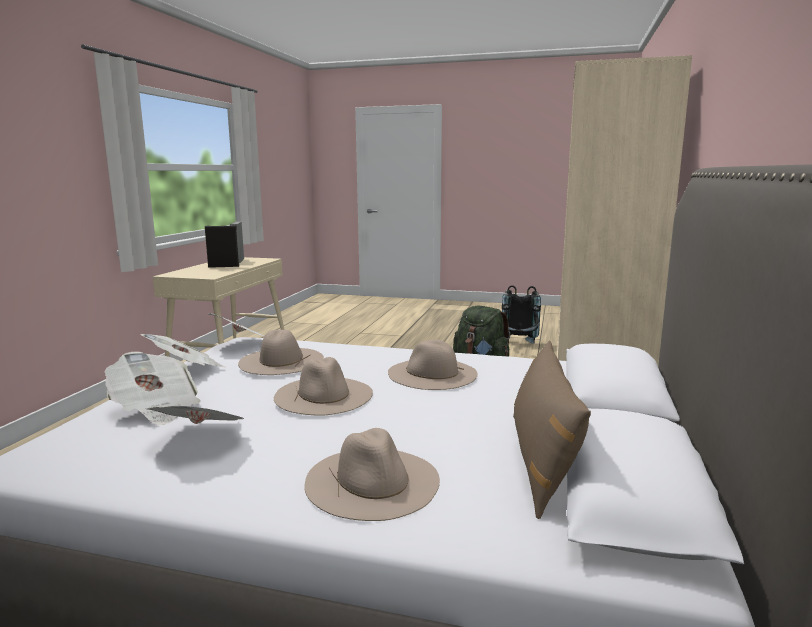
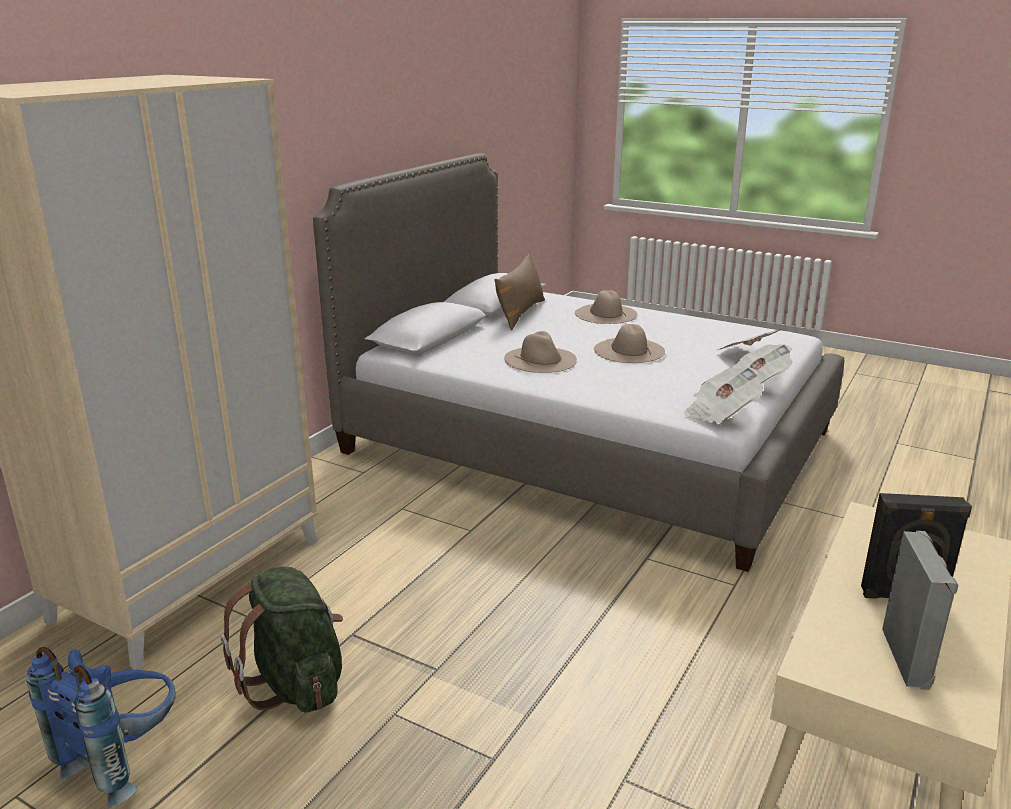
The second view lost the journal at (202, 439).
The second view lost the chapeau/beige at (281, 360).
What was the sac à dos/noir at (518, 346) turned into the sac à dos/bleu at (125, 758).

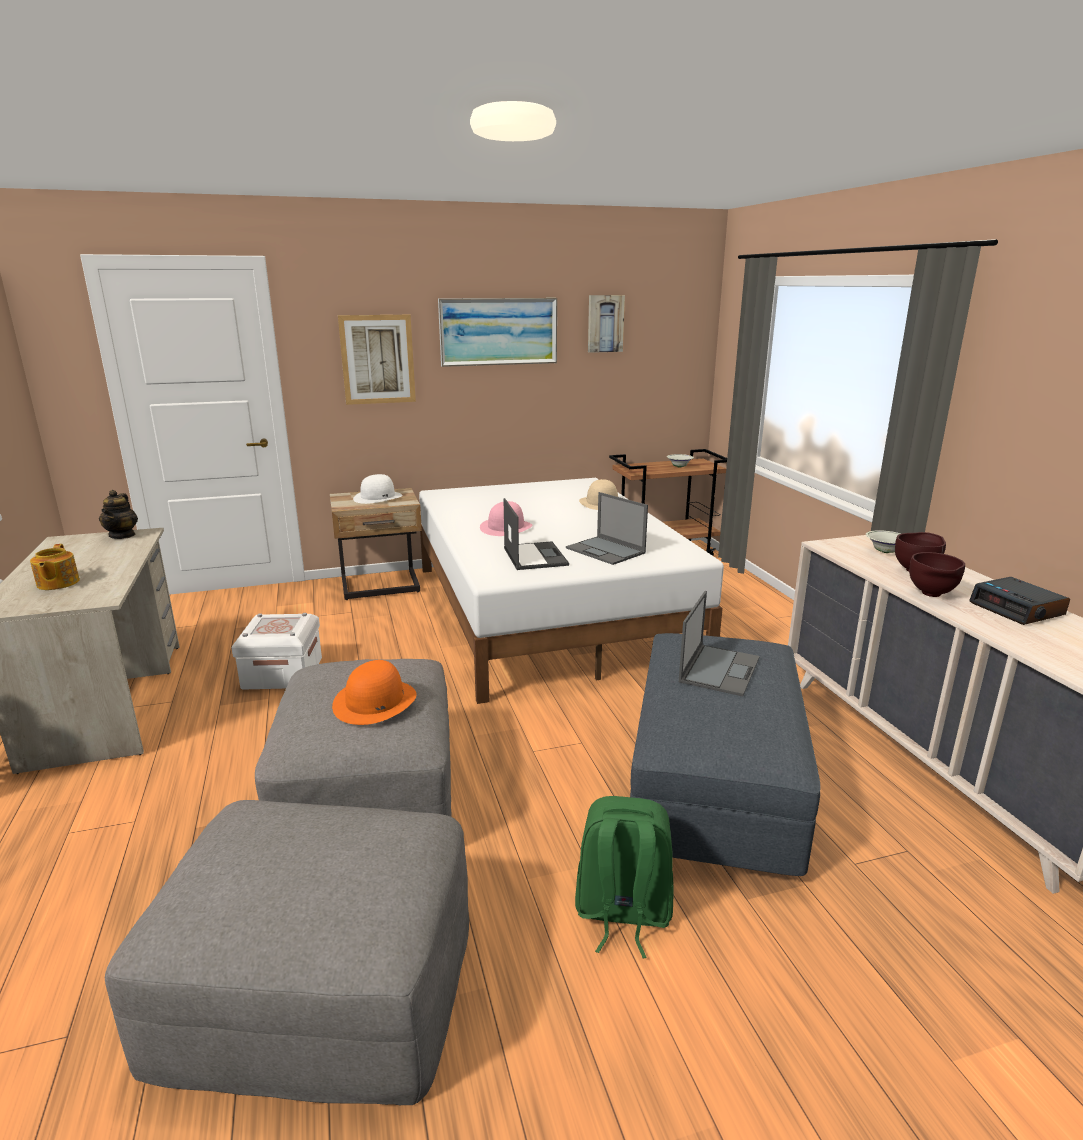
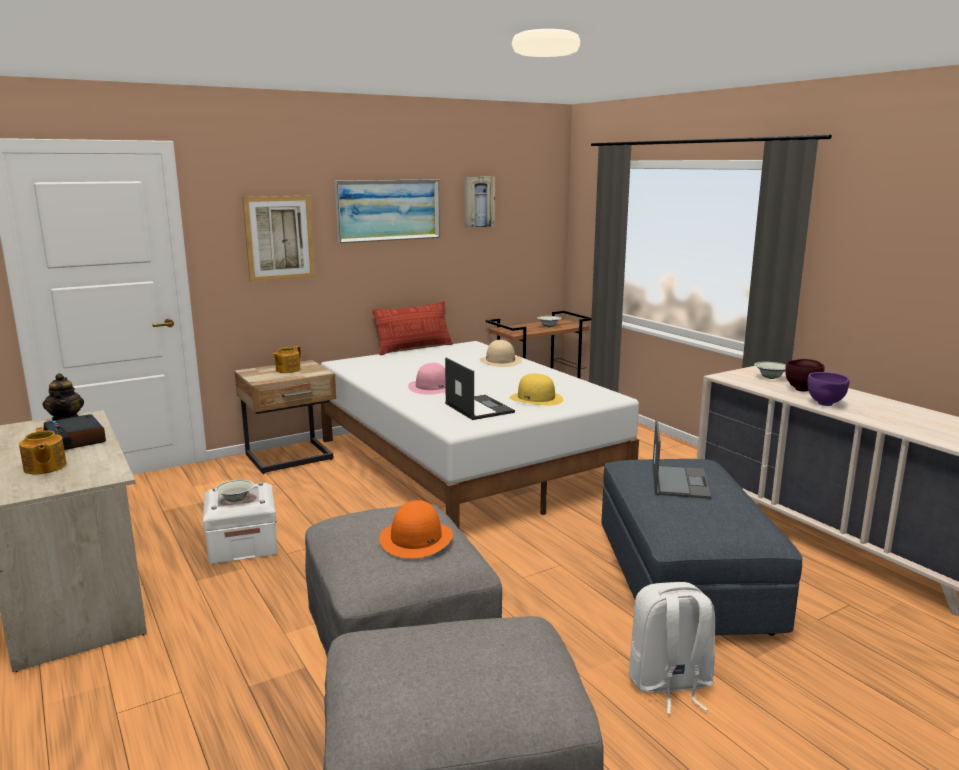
Where the chapeau/blanc stood at (378, 497), the théière came to stand at (287, 370).
Where the ordinateur portable stood at (606, 551), the chapeau/jaune came to stand at (536, 398).
What was the sac à dos/vert at (622, 914) turned into the sac à dos/blanc at (669, 684).
What was the bol/marron at (931, 595) turned into the bol/violet at (826, 404).
The réveil ended up elsewhere, having gone from (1017, 609) to (75, 440).
The second view gained the bol/blanc at (236, 500).
The second view gained the coussin at (414, 348).

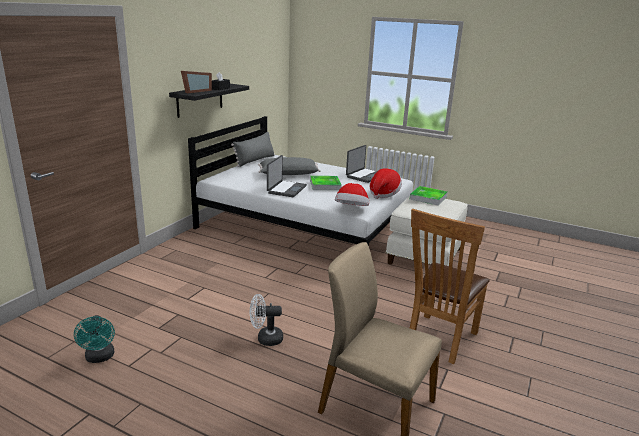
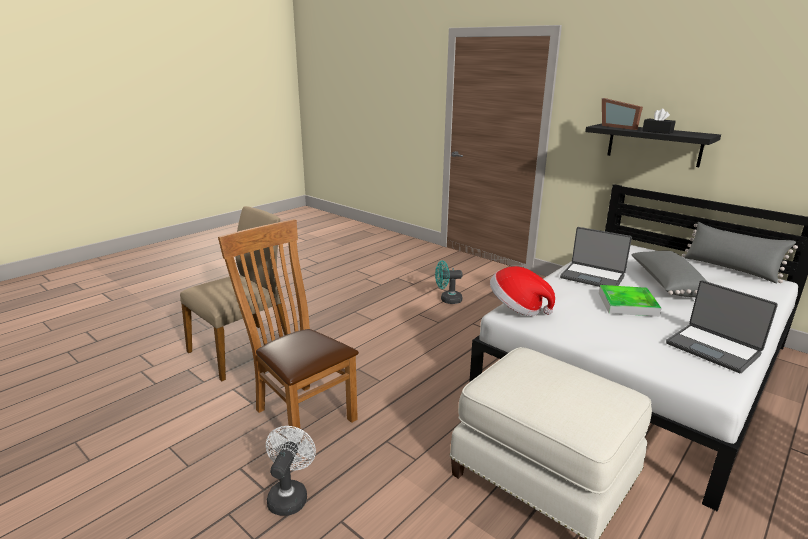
The ventilateur/turquoise ended up elsewhere, having gone from (100, 358) to (447, 300).
The ventilateur/blanc ended up elsewhere, having gone from (265, 339) to (289, 495).
The second view lost the chapeau at (384, 194).
The second view lost the plateau at (428, 198).

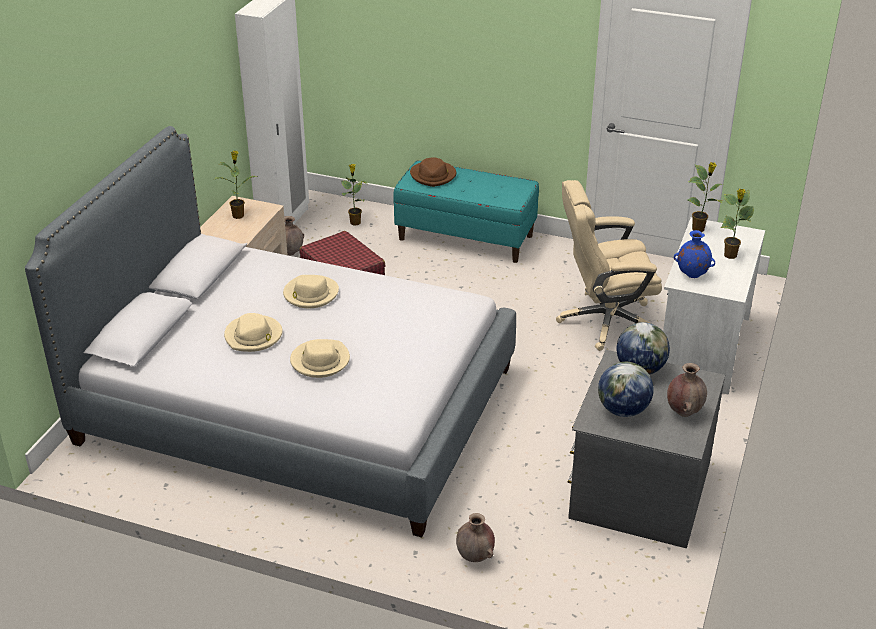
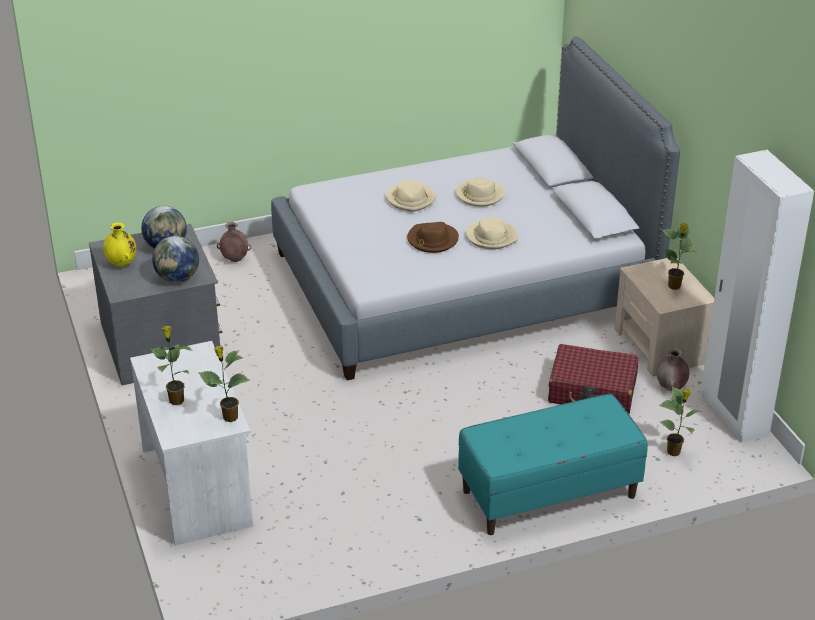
The chapeau/marron ended up elsewhere, having gone from (433, 175) to (432, 240).
The second view lost the chaise de bureau/beige at (605, 321).
What was the vase/marron at (684, 411) turned into the vase/jaune at (122, 264).
The second view lost the vase/bleu at (692, 275).

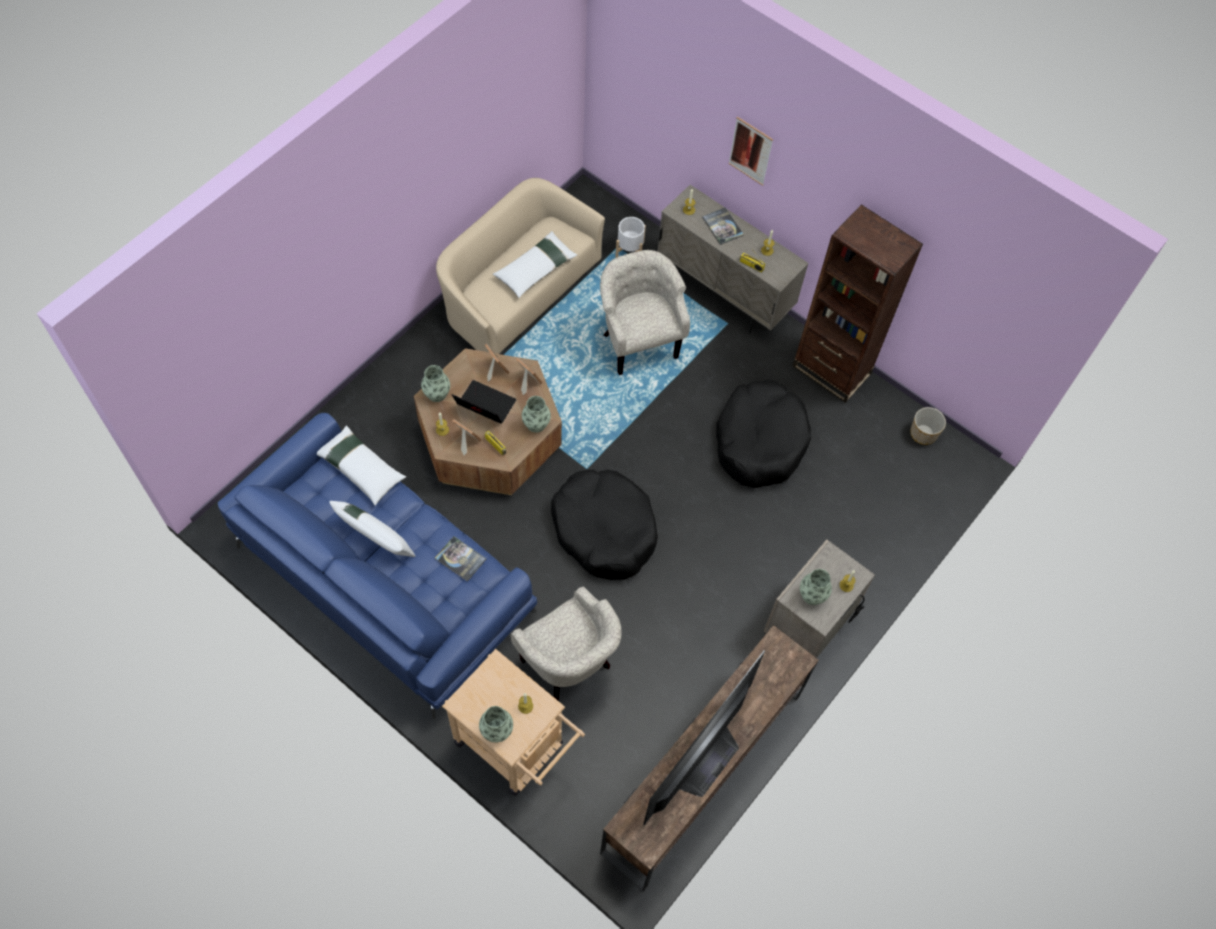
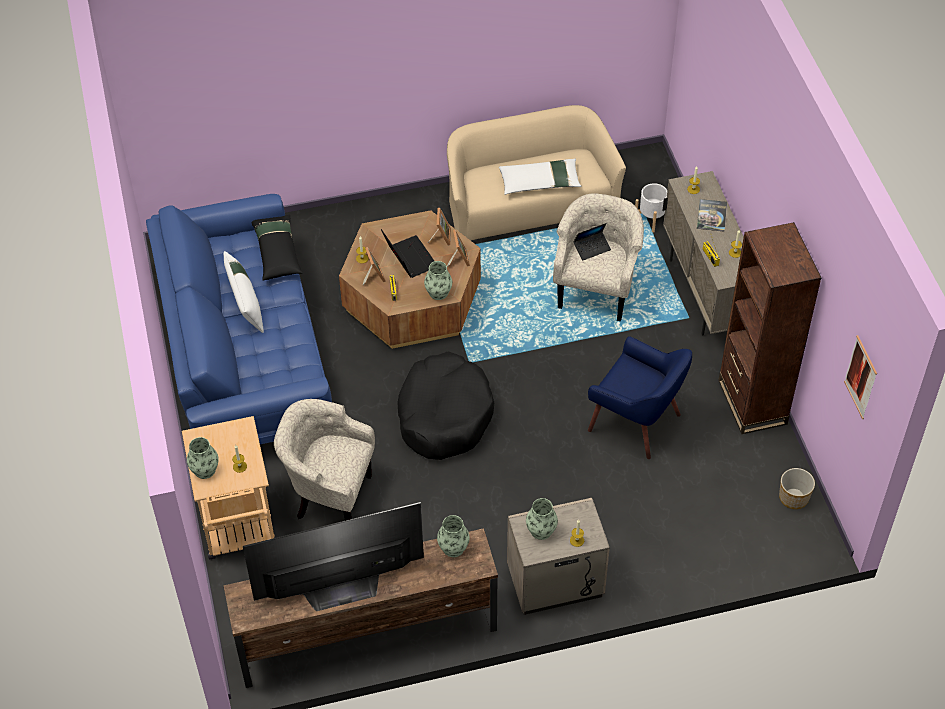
What was the coussin/blanc at (361, 469) turned into the coussin/noir at (277, 252).
The vase ended up elsewhere, having gone from (437, 393) to (453, 547).
The second view lost the livre at (460, 559).
The fauteuil/beige at (569, 667) ended up facing another way, 105 degrees clockwise from before.
Where the panier pour chien/noir stood at (760, 441), the fauteuil/bleu came to stand at (636, 422).
The tableau ended up elsewhere, having gone from (750, 151) to (861, 377).
The second view gained the ordinateur portable at (592, 248).

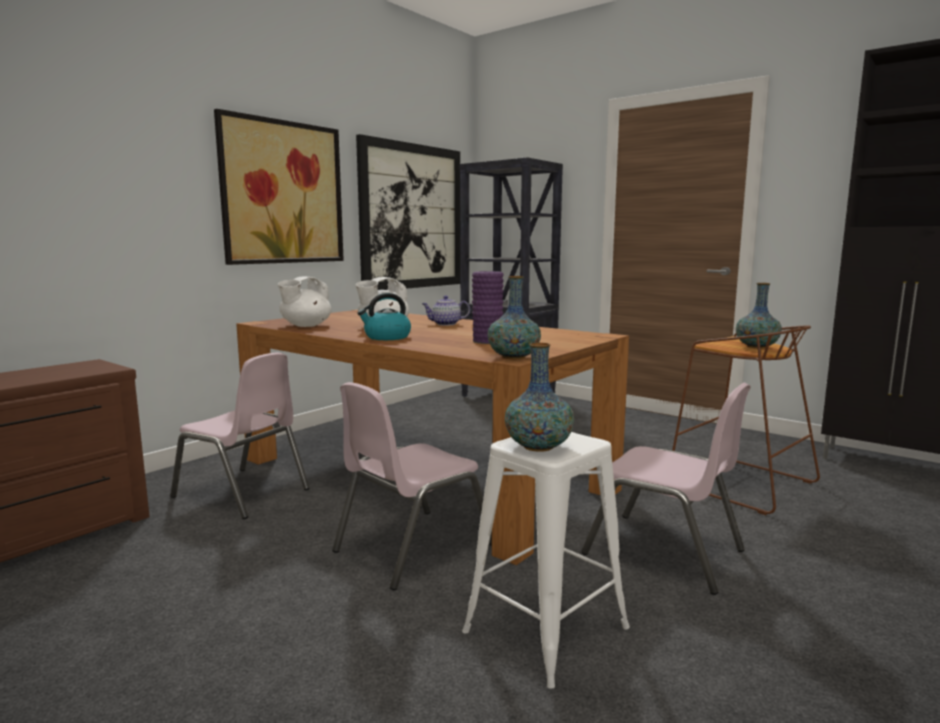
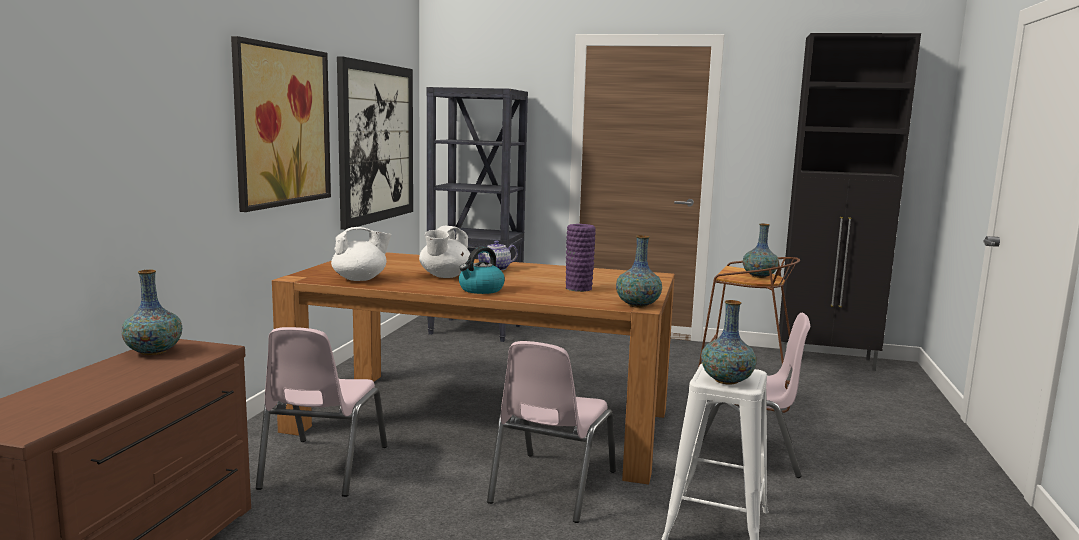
The chaise/rose at (242, 493) ended up facing another way, 90 degrees clockwise from before.
The théière/blanc at (305, 326) ended up facing another way, 120 degrees counterclockwise from before.
The second view gained the vase at (154, 352).

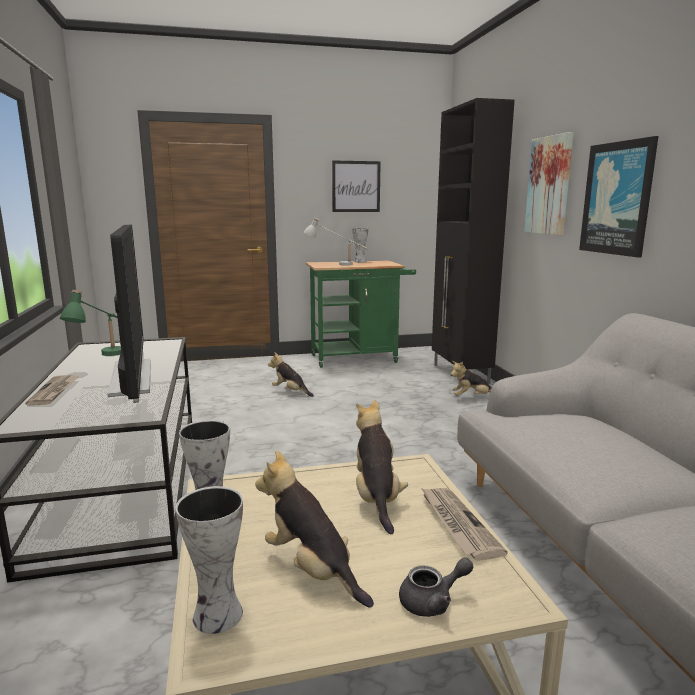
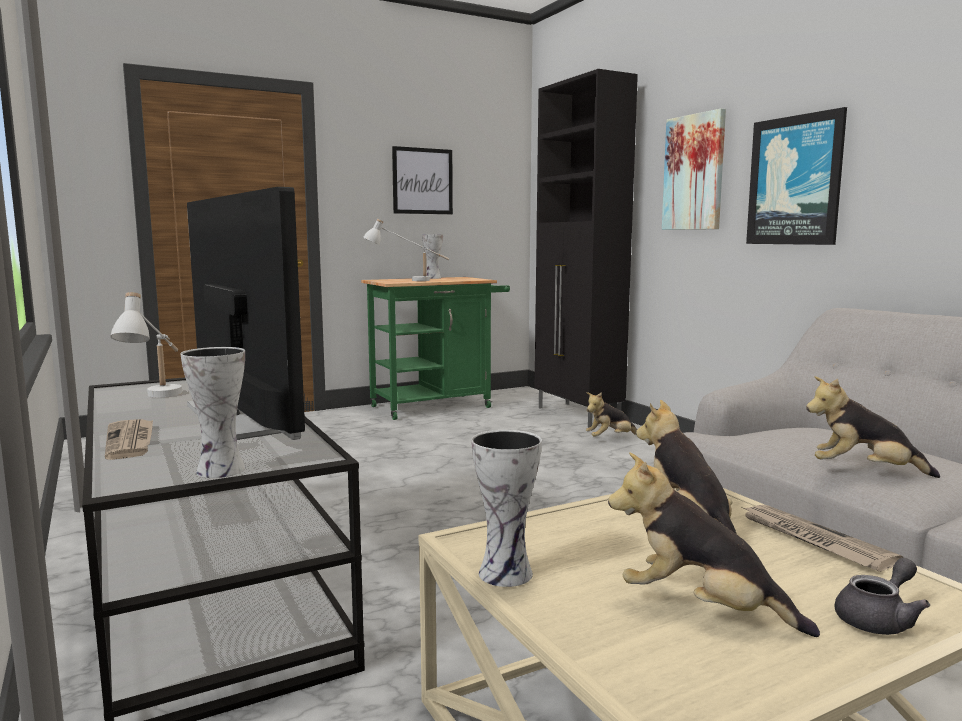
What was the lampe de table/vert at (104, 357) turned into the lampe de table/blanc at (157, 399).
The vase ended up elsewhere, having gone from (215, 615) to (218, 470).
The peluche ended up elsewhere, having gone from (290, 392) to (863, 471).

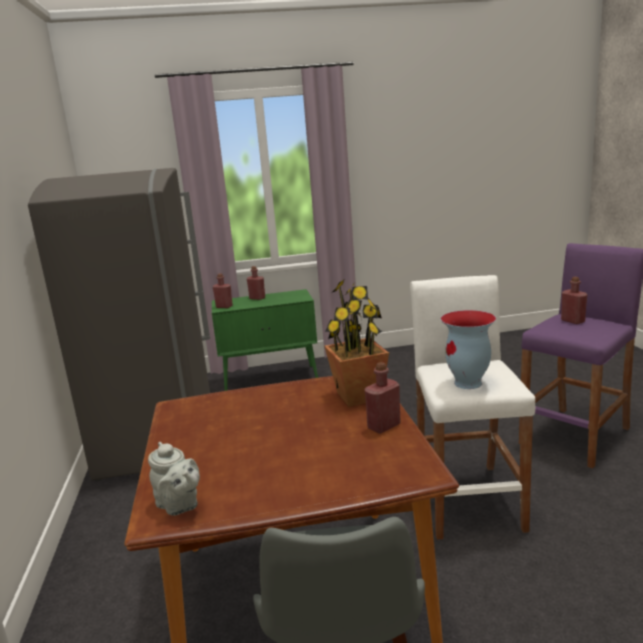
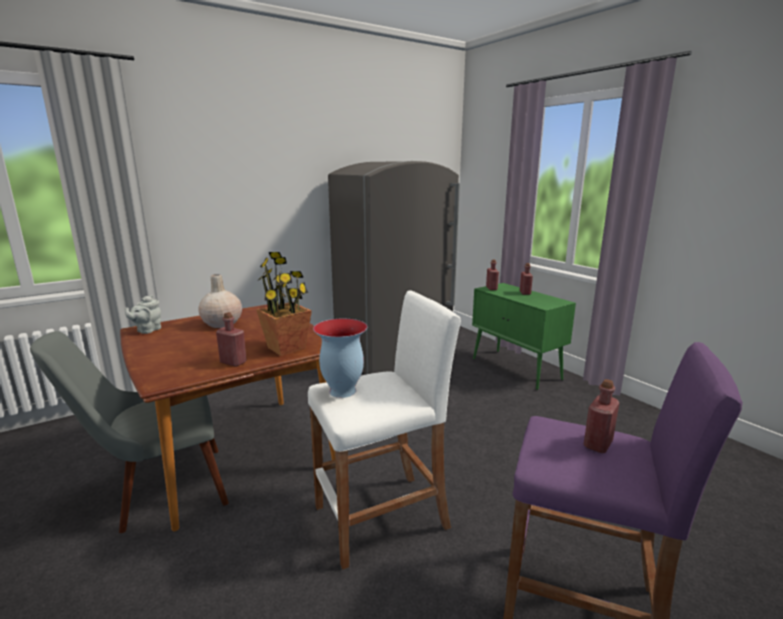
The second view gained the vase/beige at (222, 324).

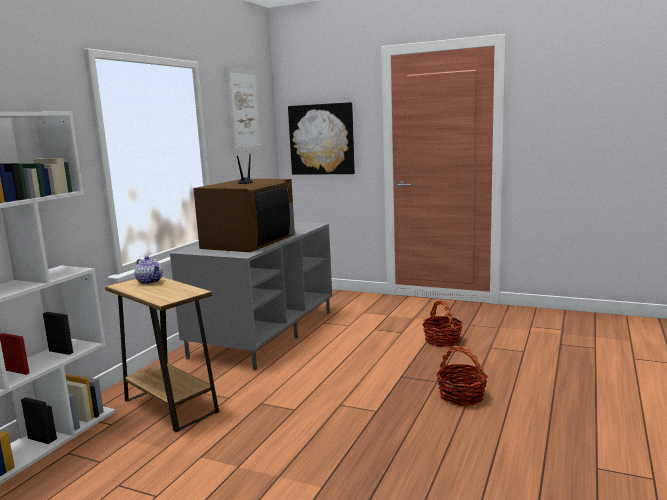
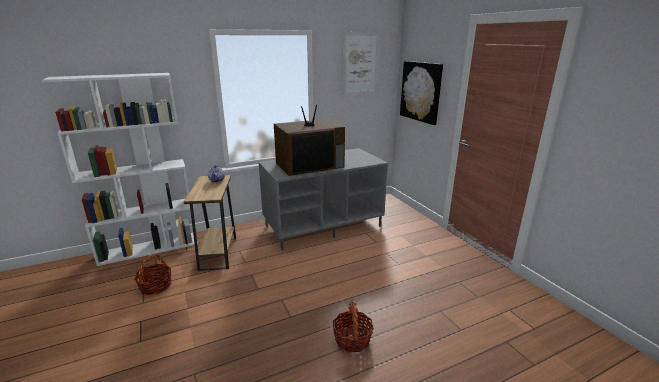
The panier ended up elsewhere, having gone from (442, 340) to (156, 286).

